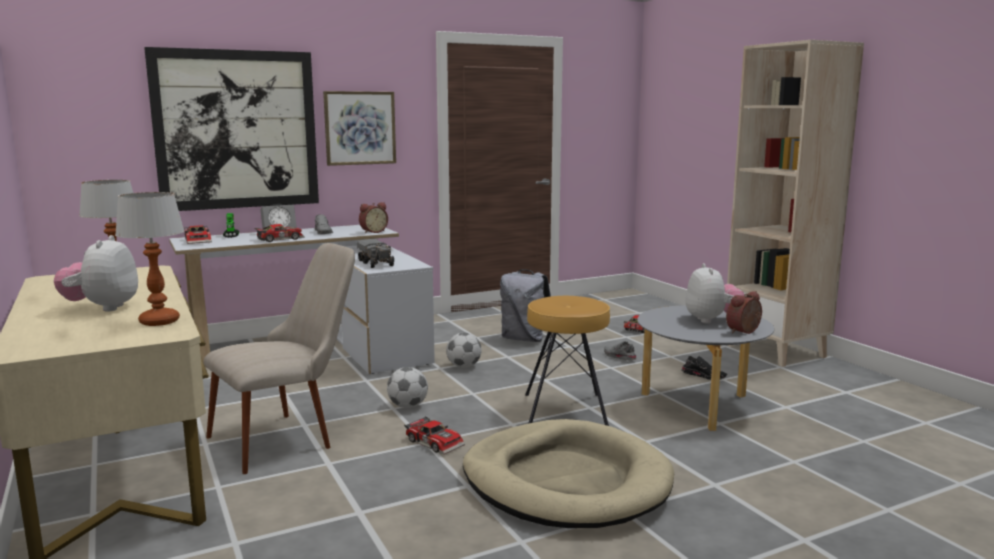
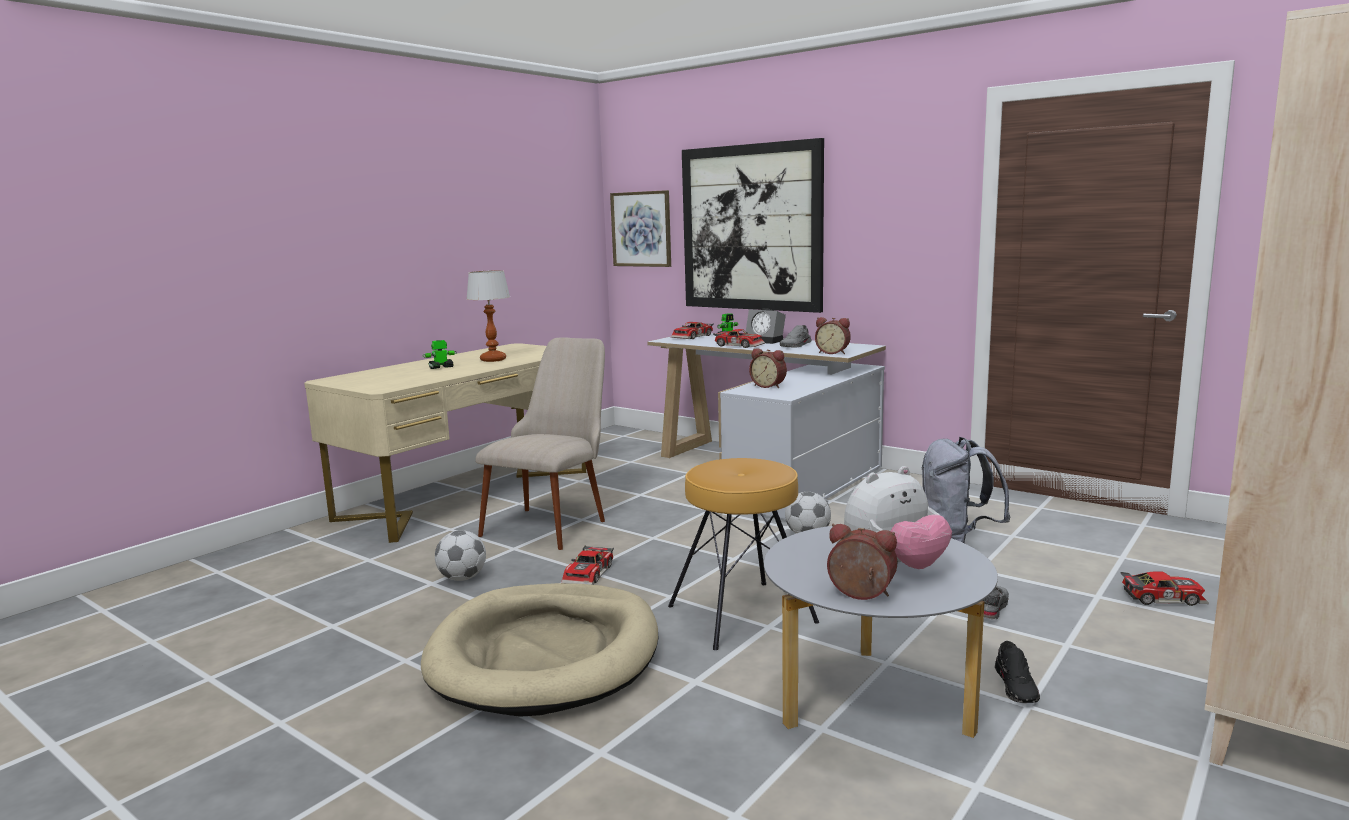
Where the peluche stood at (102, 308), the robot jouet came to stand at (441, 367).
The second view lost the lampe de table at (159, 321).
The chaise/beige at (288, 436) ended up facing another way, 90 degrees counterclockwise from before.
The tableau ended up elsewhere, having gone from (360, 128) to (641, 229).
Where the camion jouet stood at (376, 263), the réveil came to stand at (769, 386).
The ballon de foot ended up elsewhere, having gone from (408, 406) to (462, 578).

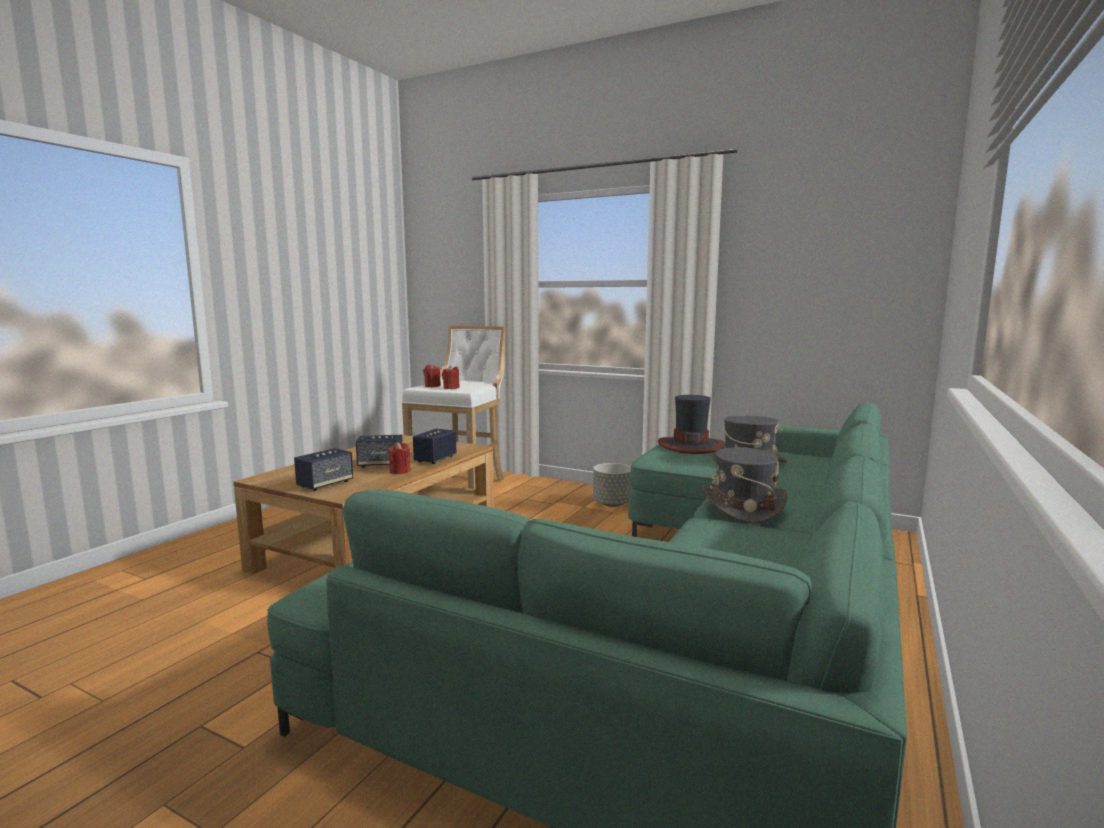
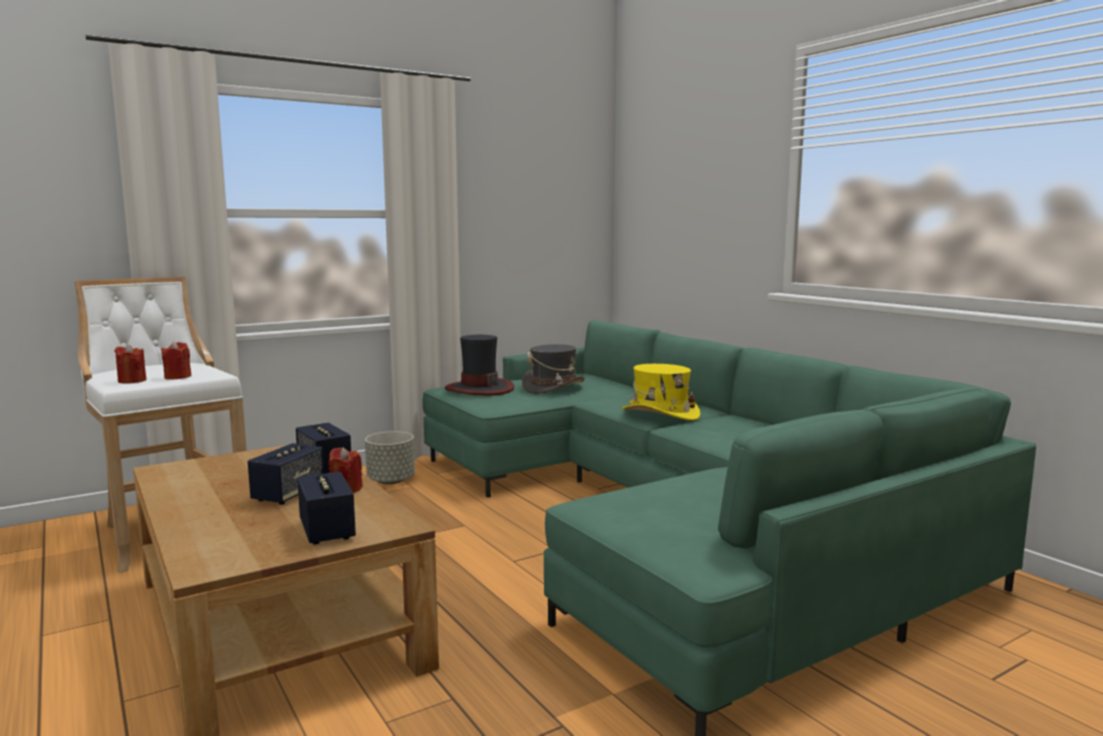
What was the chapeau/gris at (742, 507) turned into the chapeau/jaune at (660, 414).

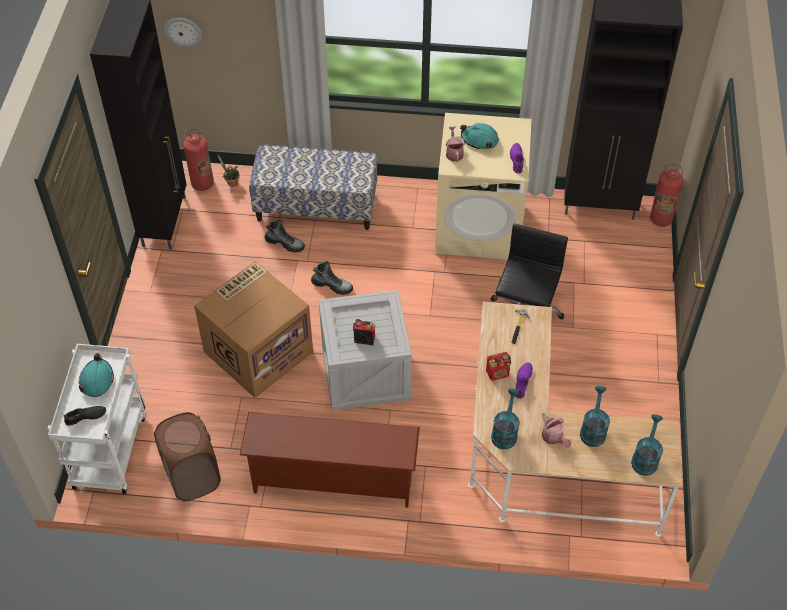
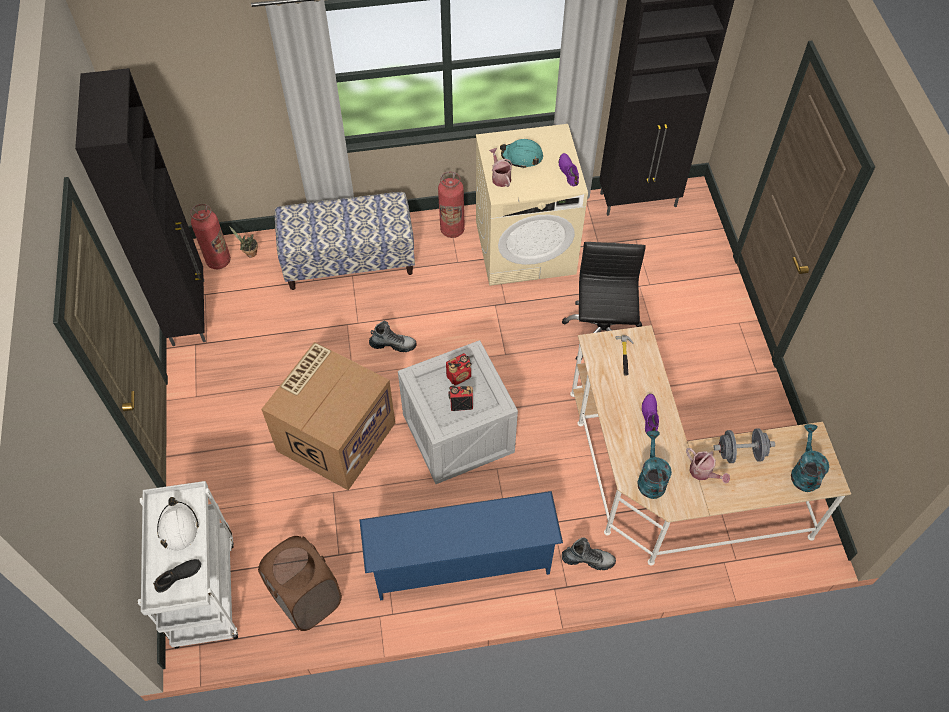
What was the casque de chantier/turquoise at (97, 380) turned into the casque de chantier/blanc at (178, 528).
The second view lost the horloge murale at (183, 31).
What was the étagère à chaussures/marron at (332, 481) turned into the étagère à chaussures/bleu at (461, 564).
The botte ended up elsewhere, having gone from (285, 244) to (588, 559).
The radio ended up elsewhere, having gone from (498, 373) to (459, 376).
Where the arrosoir/turquoise stood at (593, 430), the haltère/gris came to stand at (740, 453).
The extincteur ended up elsewhere, having gone from (661, 219) to (452, 229).

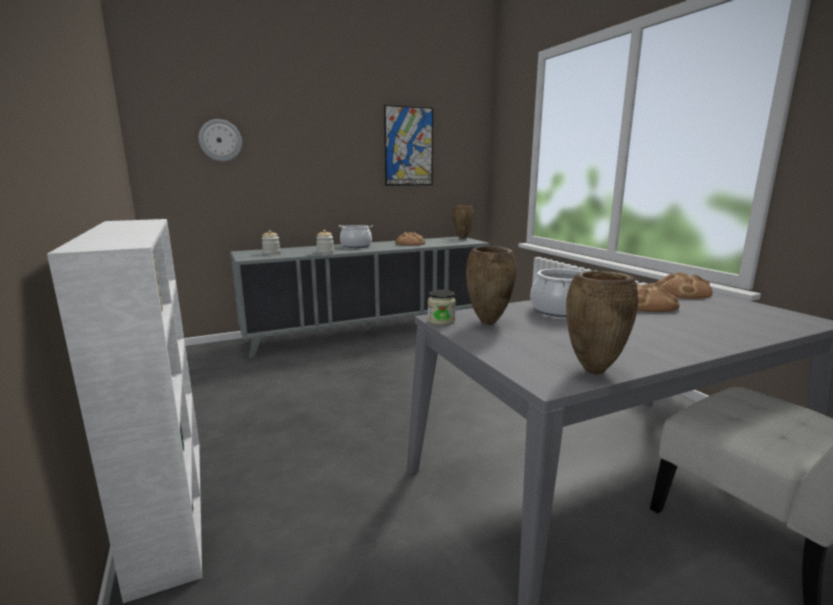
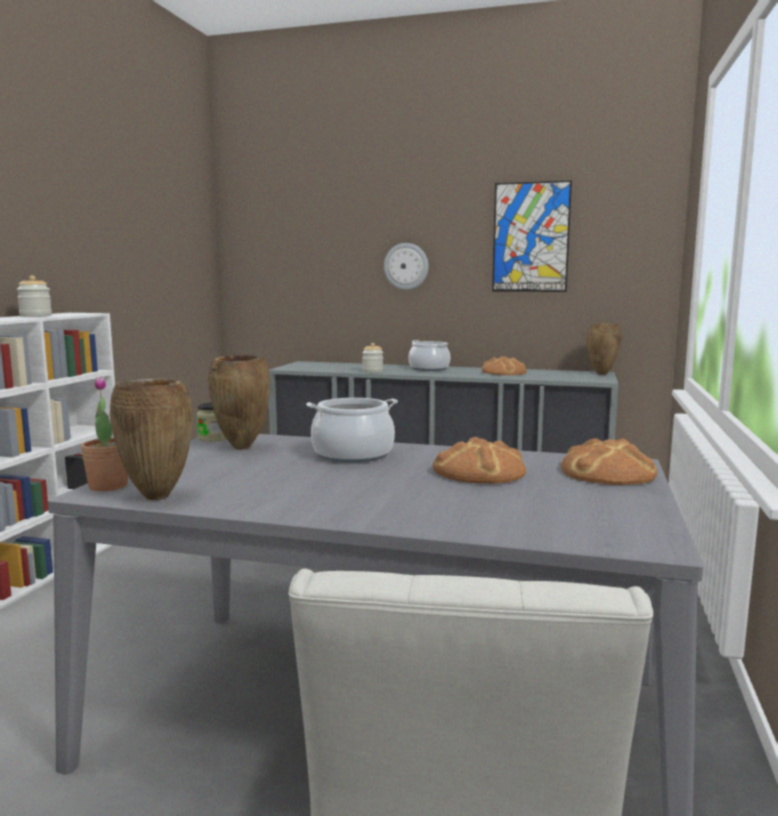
The horloge murale ended up elsewhere, having gone from (220, 140) to (406, 266).
The bocal ended up elsewhere, having gone from (271, 253) to (35, 316).
The second view gained the plante en pot at (108, 486).

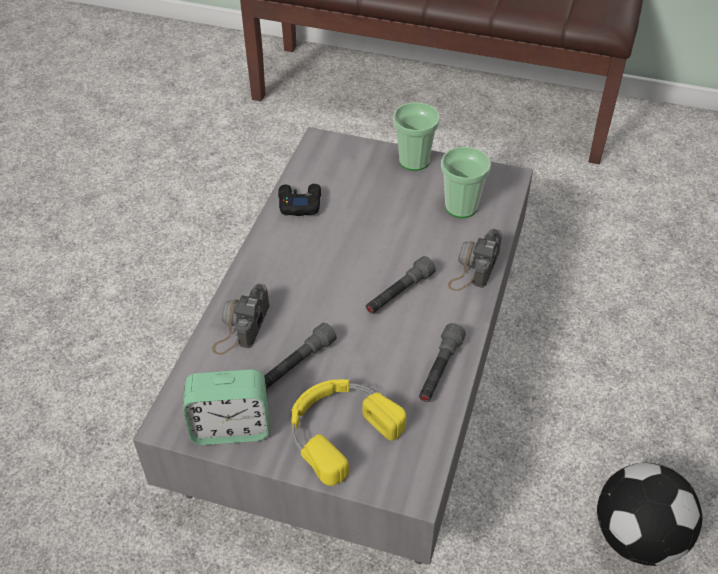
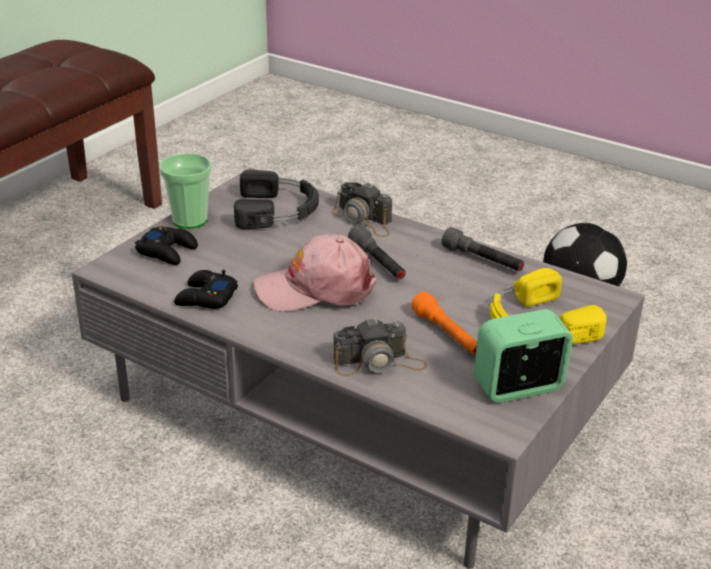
The réveil at (231, 428) ended up facing another way, 120 degrees counterclockwise from before.
The appareil photo at (241, 326) ended up facing another way, 45 degrees counterclockwise from before.
What was the lampe de poche/gris at (297, 364) turned into the lampe de poche/orange at (447, 335).
Where the tasse stood at (461, 207), the casque audio/noir came to stand at (278, 210).
The second view gained the manette/noir at (167, 251).
The second view gained the casquette/rose at (315, 288).

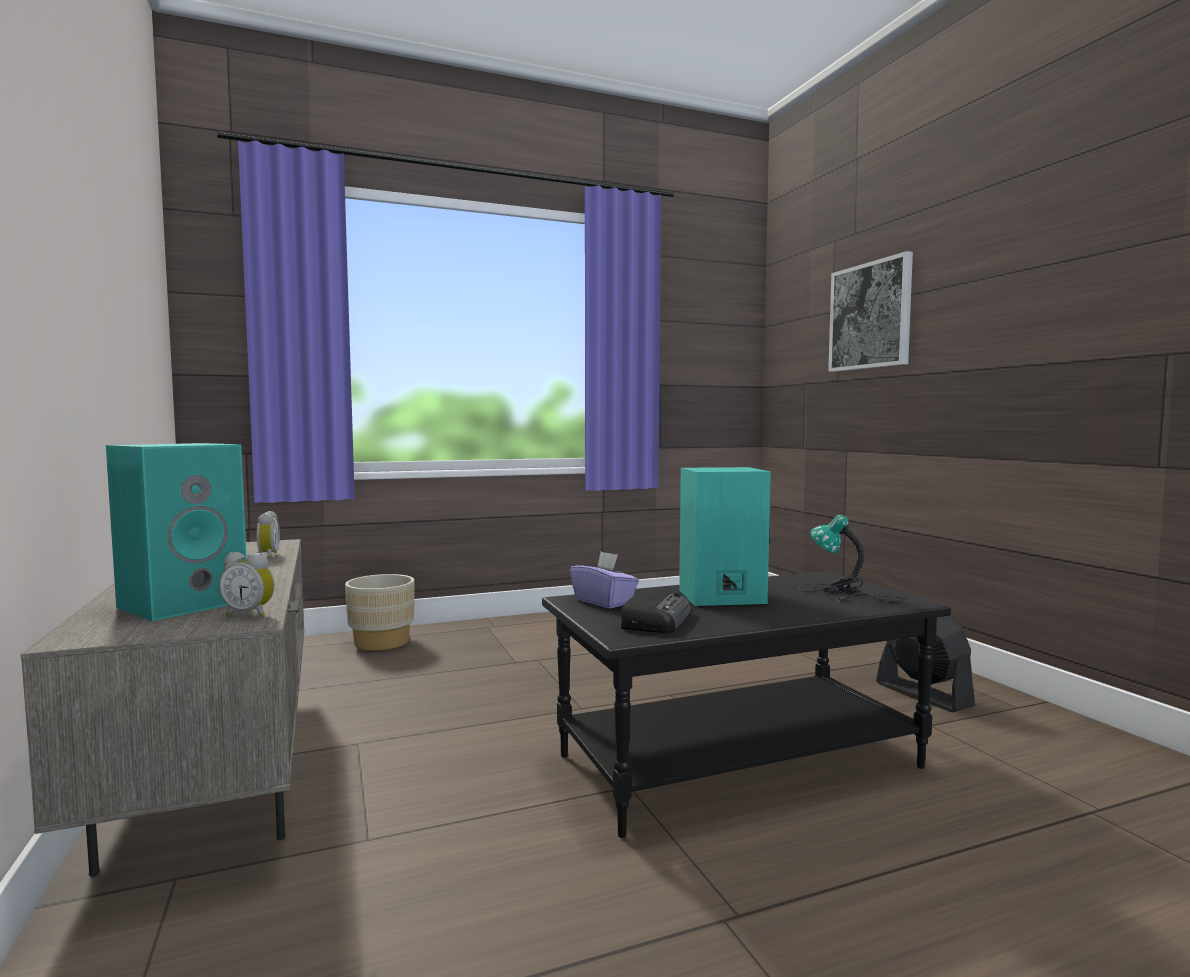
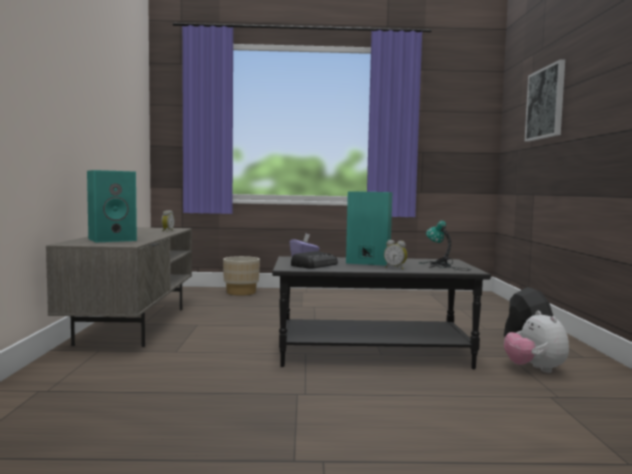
The réveil ended up elsewhere, having gone from (250, 614) to (395, 268).
The second view gained the peluche at (535, 369).

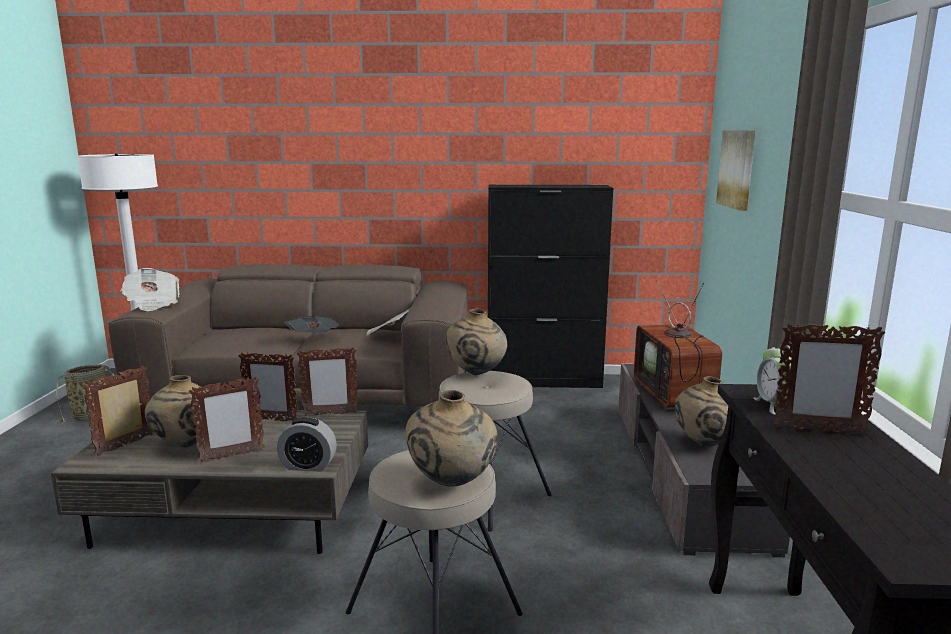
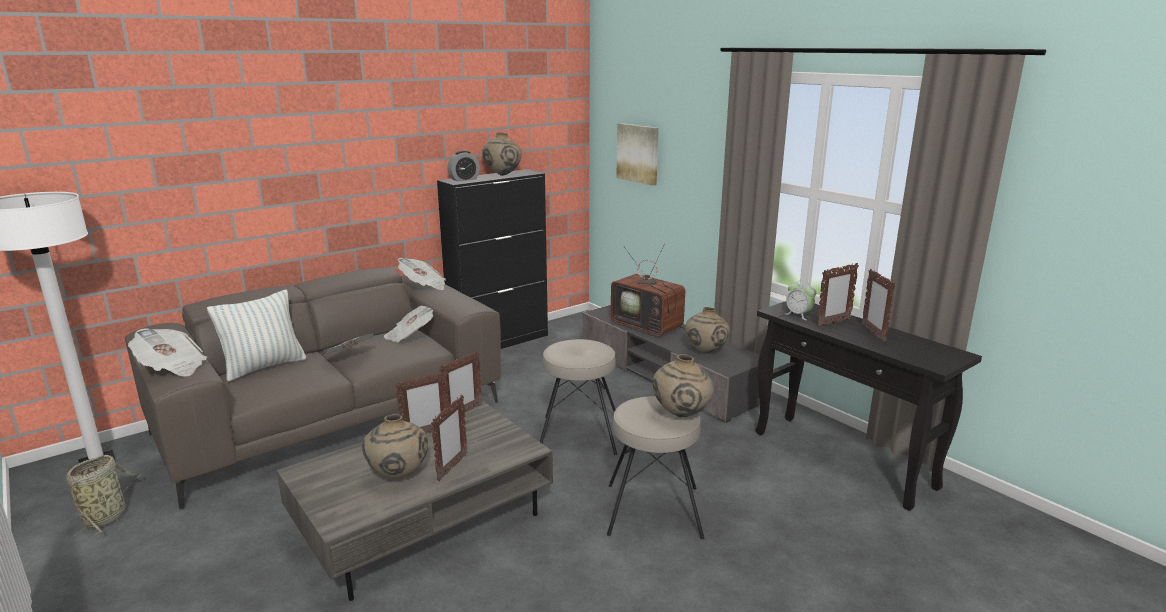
The cadre photo ended up elsewhere, having gone from (126, 445) to (873, 333).
The réveil ended up elsewhere, having gone from (308, 466) to (464, 179).
The vase/beige ended up elsewhere, having gone from (476, 374) to (502, 175).
The second view gained the coussin at (264, 367).
The second view gained the journal at (424, 286).

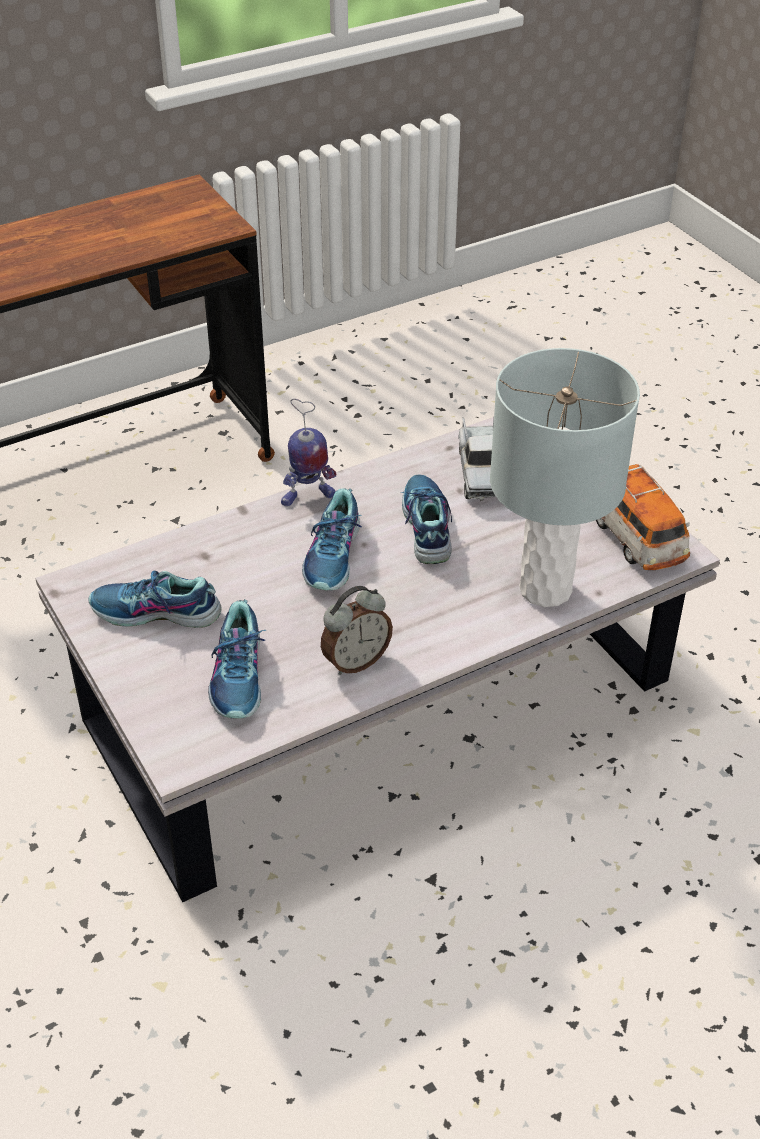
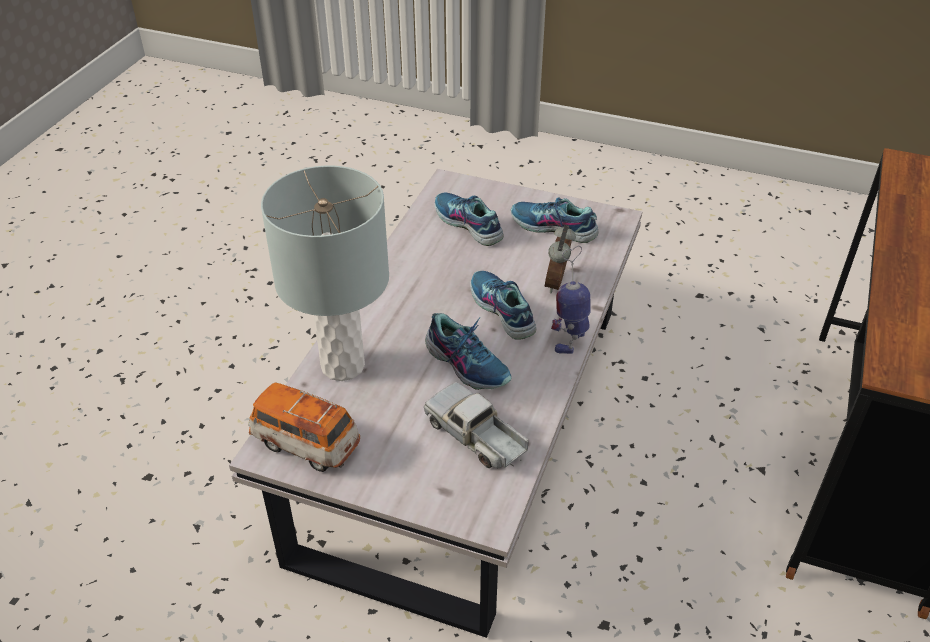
The chaussure at (156, 613) ended up facing another way, 120 degrees counterclockwise from before.
The réveil ended up elsewhere, having gone from (355, 661) to (558, 283).

